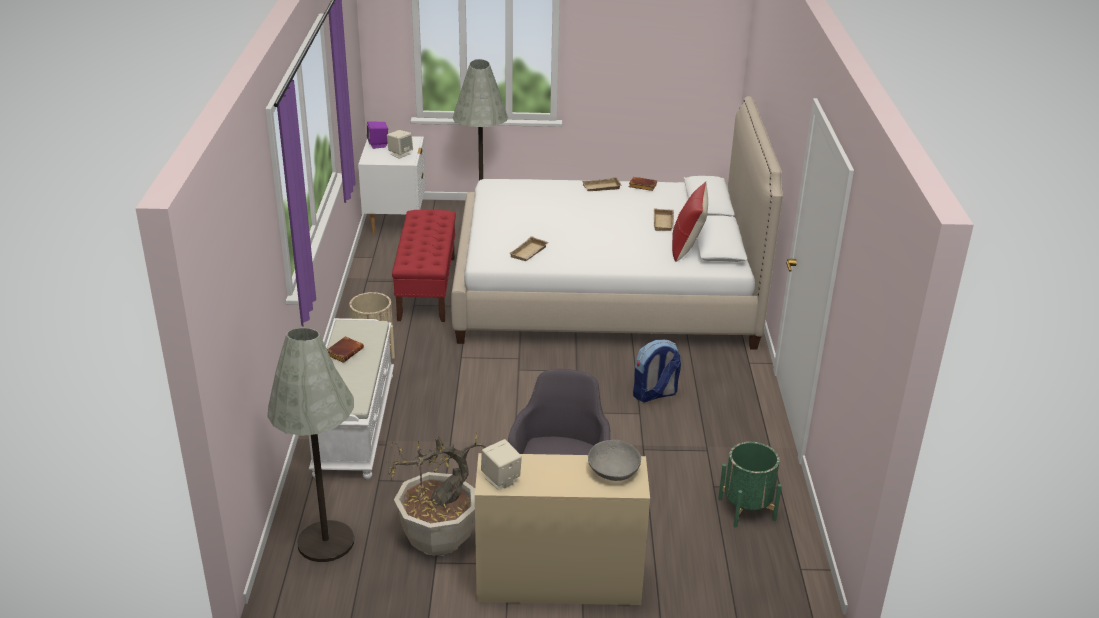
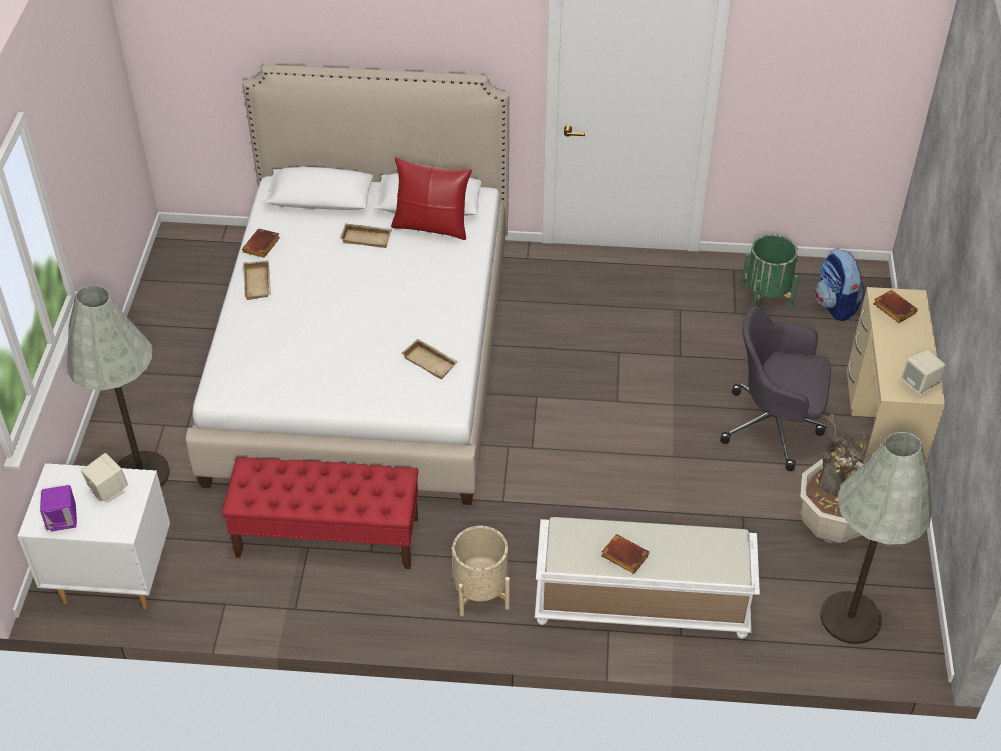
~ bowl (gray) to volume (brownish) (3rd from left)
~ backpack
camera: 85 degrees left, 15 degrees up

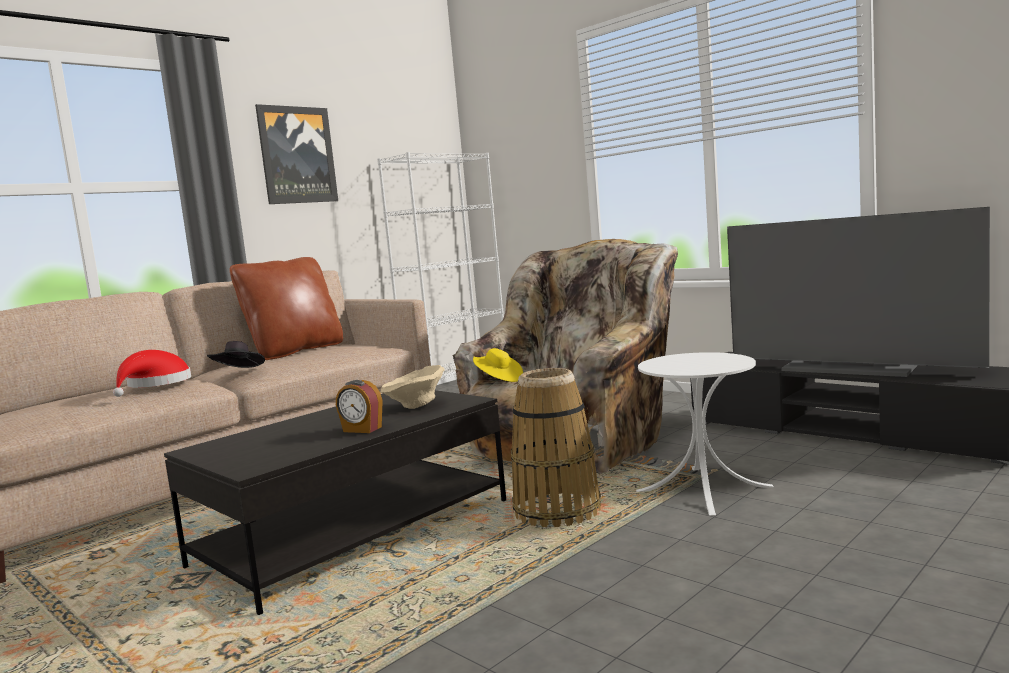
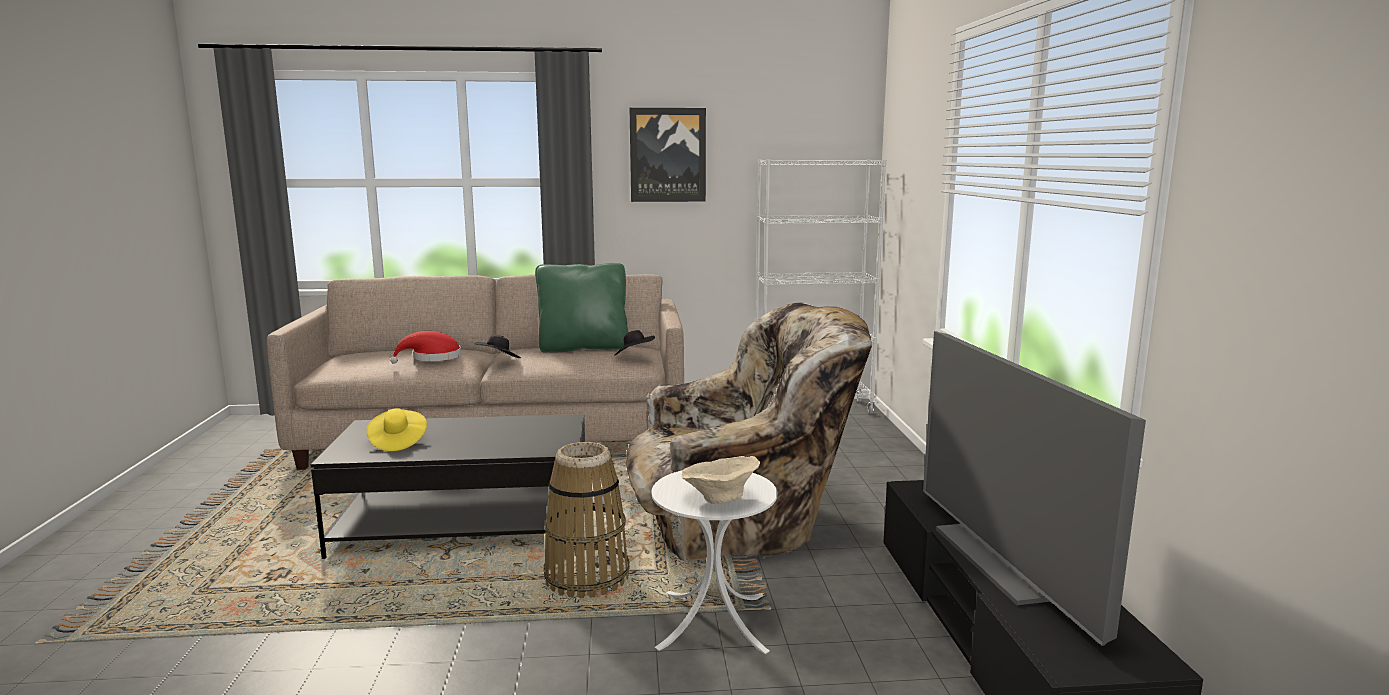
~ throw pillow (brownish) to throw pillow (greenish)
- alarm clock
~ bowl (beige-coloured)
~ hat (yellow)
+ hat (blackish) (2nd from left)
camera: 40 degrees right, 5 degrees up

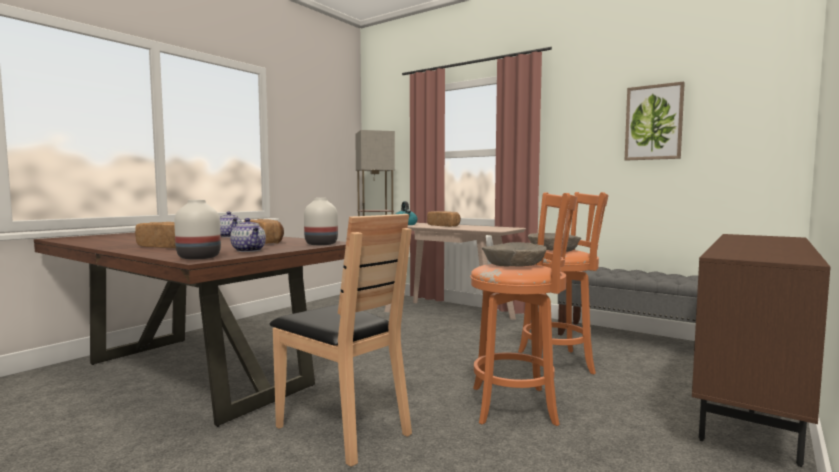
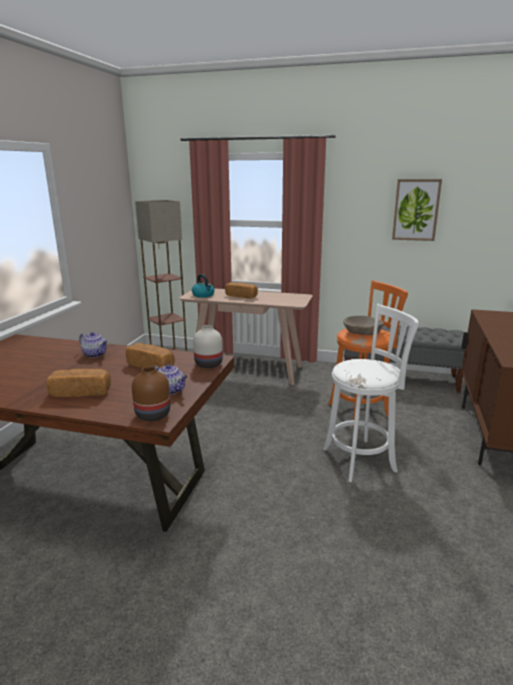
~ decorative vase (whitish) (1st from left) to decorative vase (brownish)
- plain chair (brownish)
~ sitting stool (orange-coloured) (1st from left) to sitting stool (whitish)
- bowl (beige-coloured) (1st from left)
camera: 20 degrees left, 15 degrees up

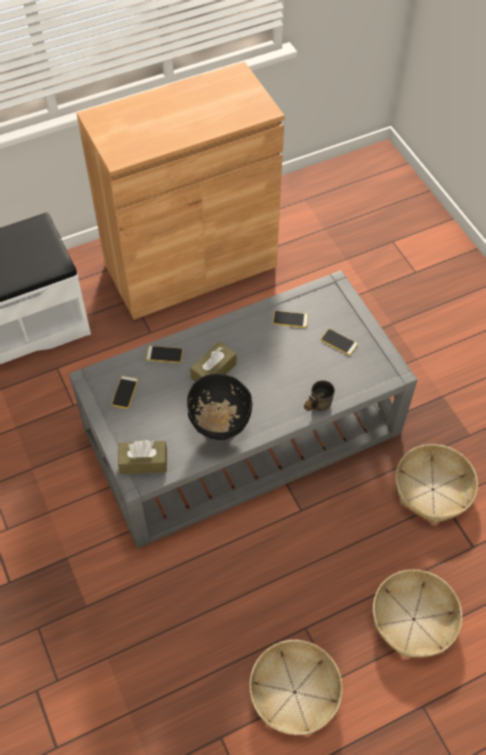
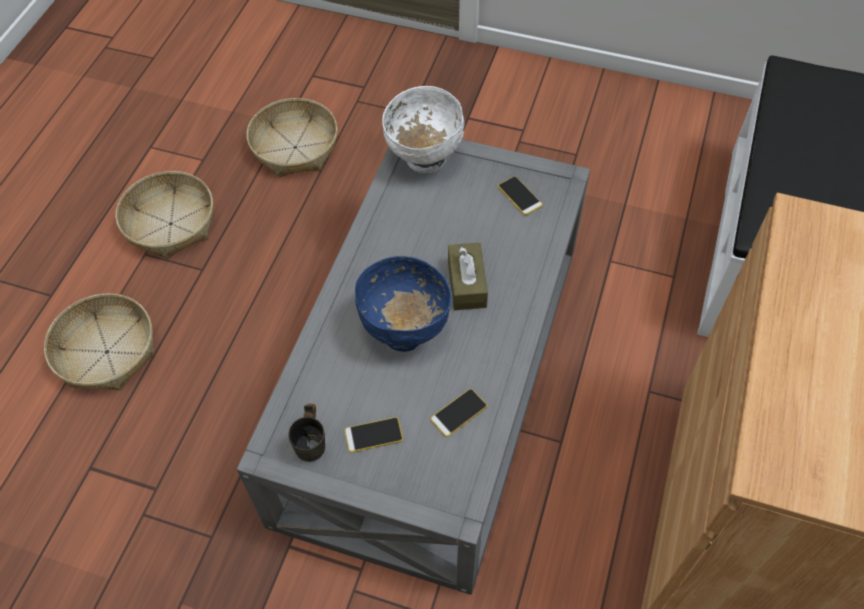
~ box of tissues (brownish) (1st from left) to bowl (whitish)
- telephone (2nd from left)
- bowl (blackish)
~ tea mug (gray)
~ household basket (3rd from left)
+ bowl (blue-coloured)
camera: 135 degrees right, 0 degrees up

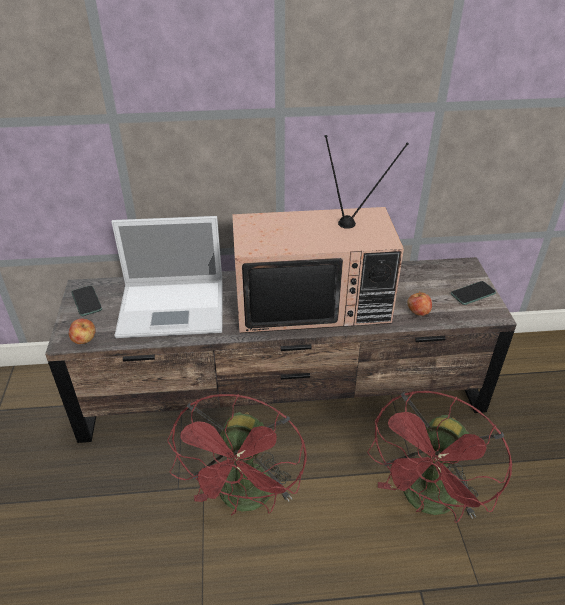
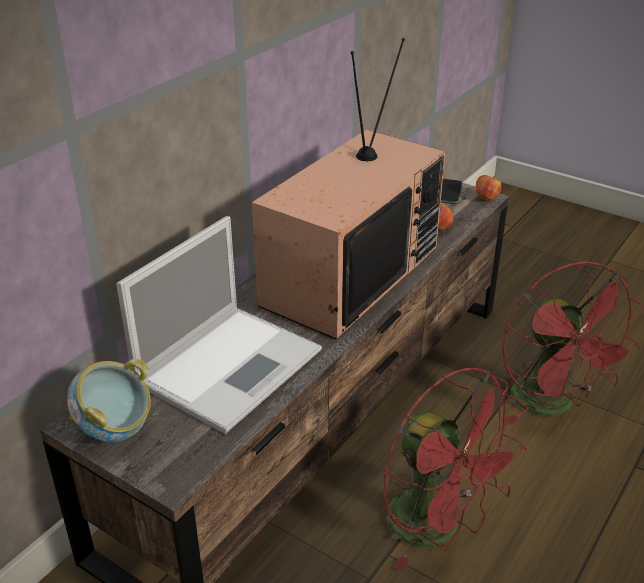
~ apple fruit (1st from left in the first image) to apple fruit (2nd from left)
~ telephone (1st from left) to bowl
camera: 50 degrees left, 5 degrees down

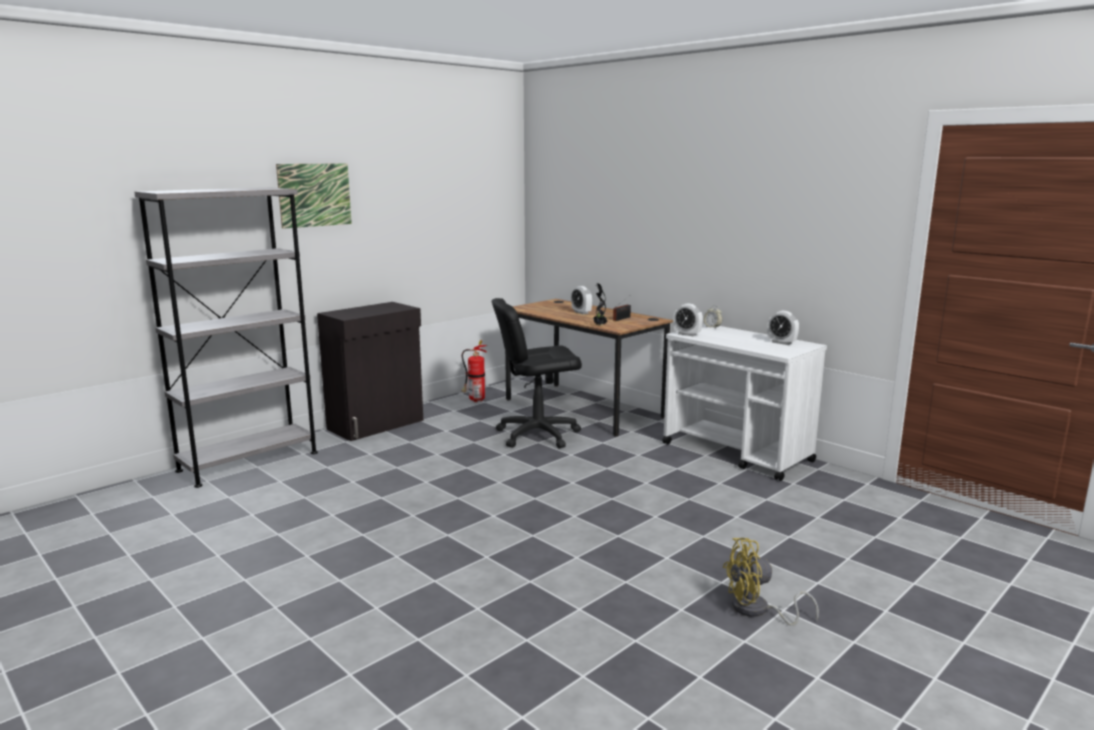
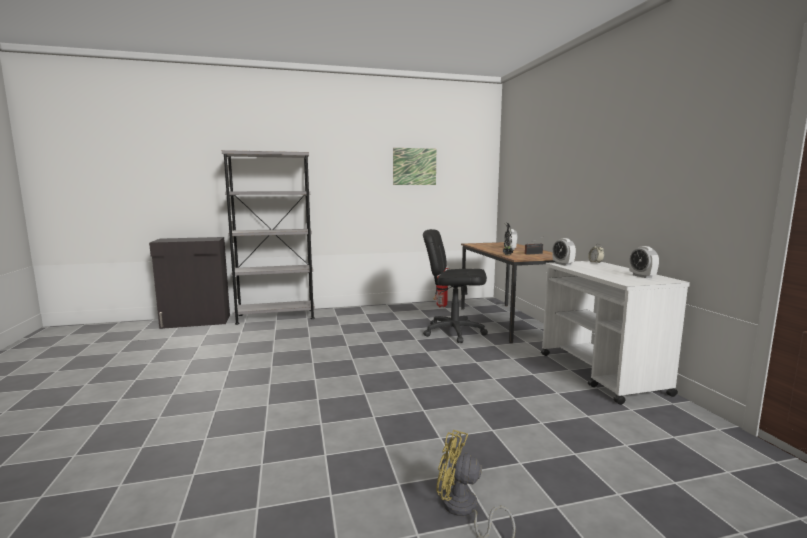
~ wall picture
~ storage cabinet (blackish)
camera: 30 degrees right, 5 degrees down

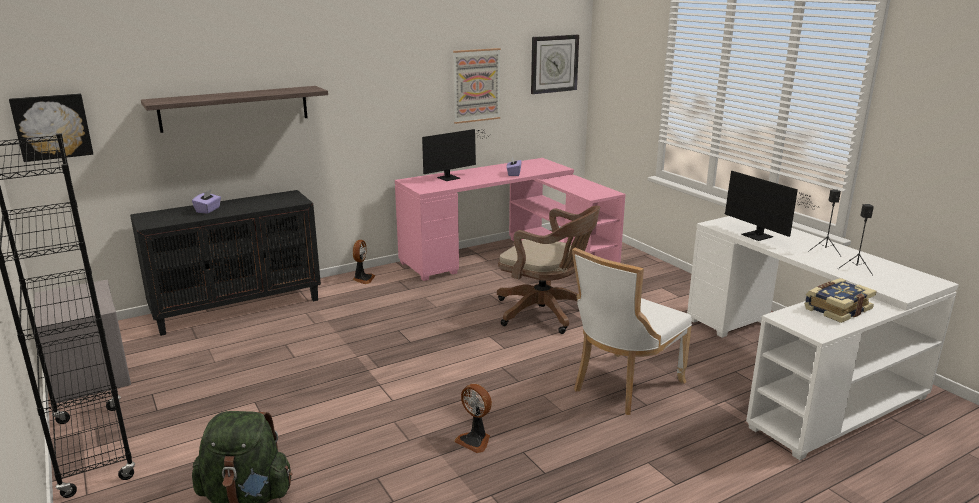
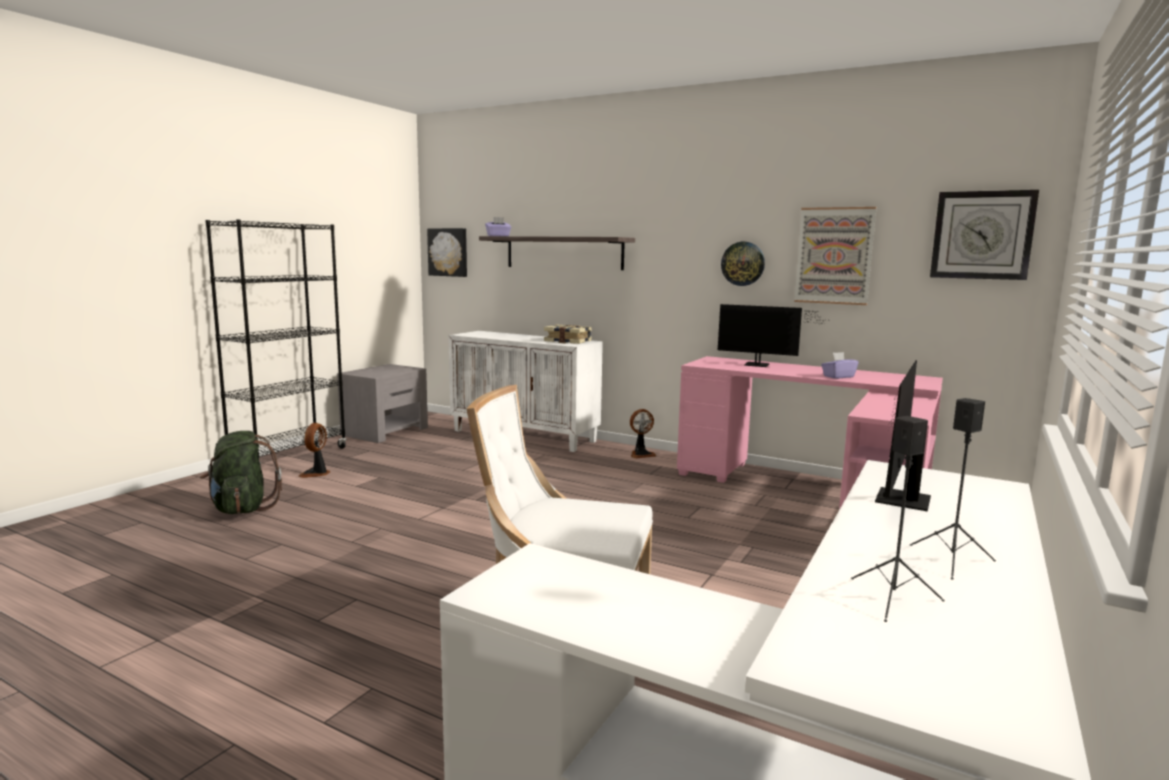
~ storage cabinet (blackish) to storage cabinet (whitish)
~ box of tissues (purple-coloured) (1st from left)
~ electric fan (2nd from left in the first image) to electric fan (1st from left)
- office chair (brownish)
~ volume
+ hanging clock (1st from left)
camera: 60 degrees right, 10 degrees down

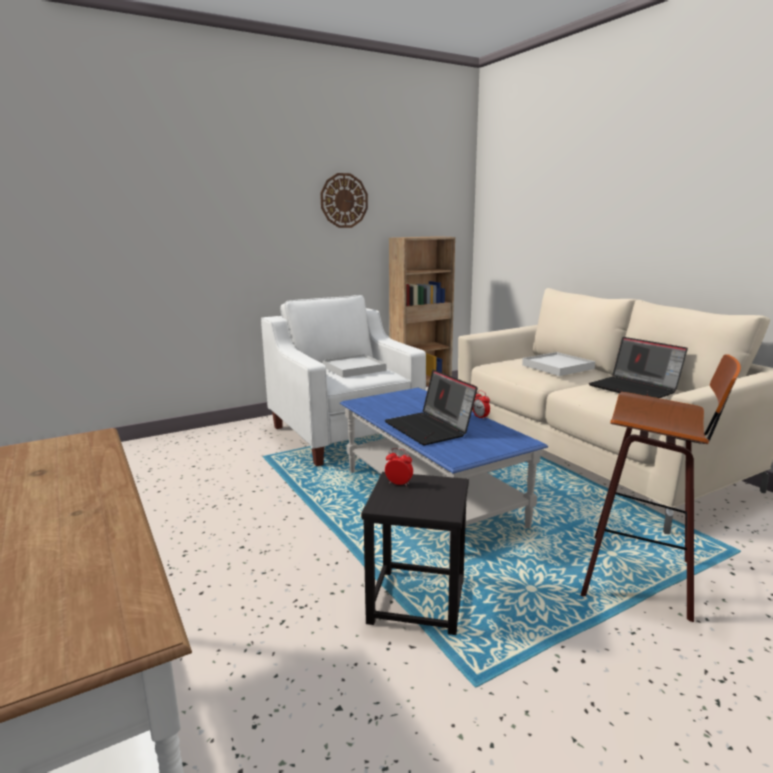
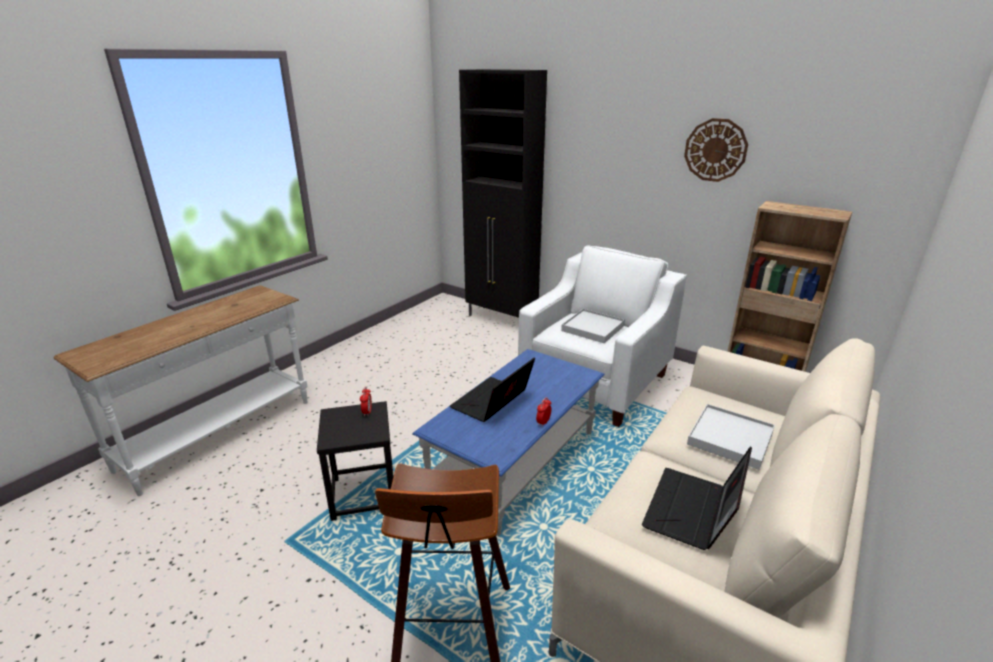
+ storage cabinet (blackish)
camera: 65 degrees right, 10 degrees up

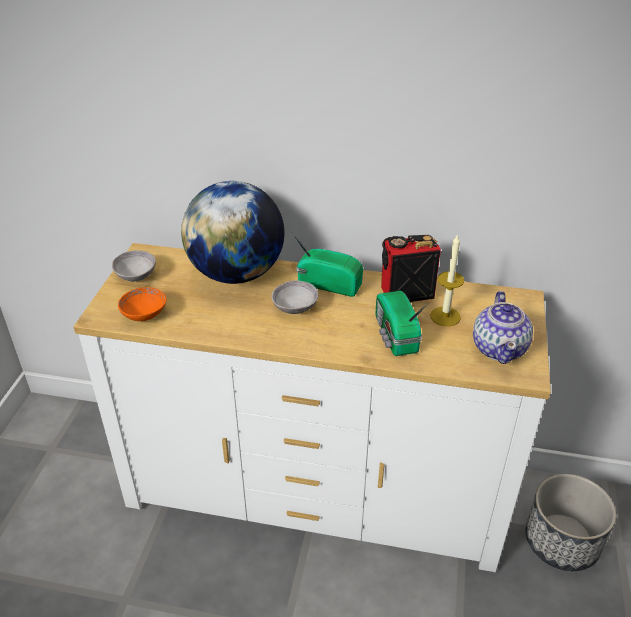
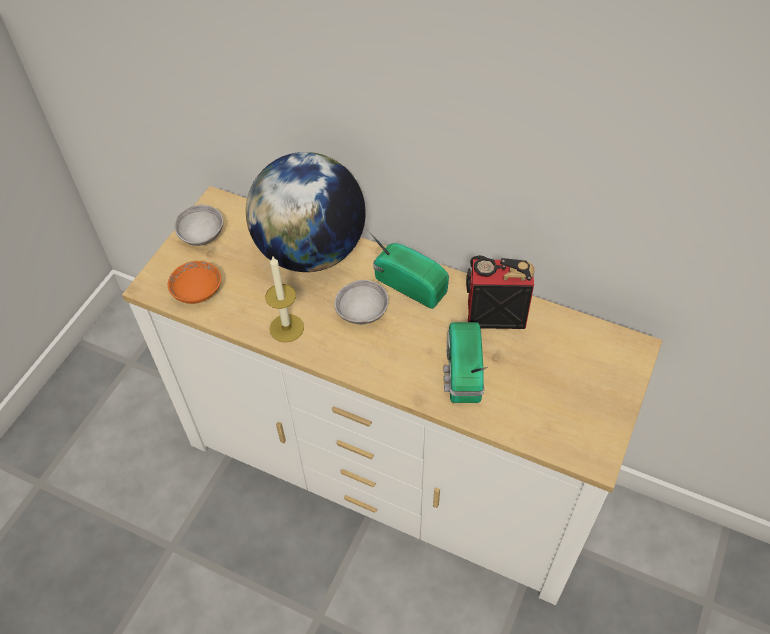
~ wax candle
- teapot
- plant pot
camera: 15 degrees right, 15 degrees up

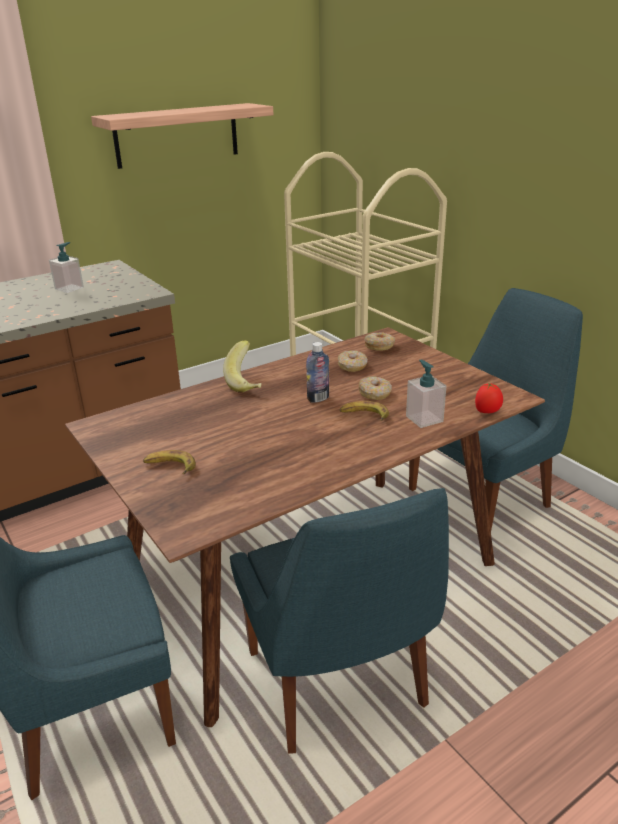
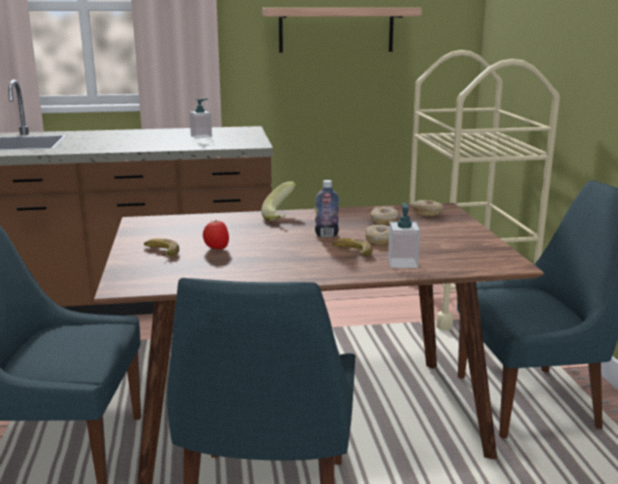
~ tomato
camera: 25 degrees right, 10 degrees down

